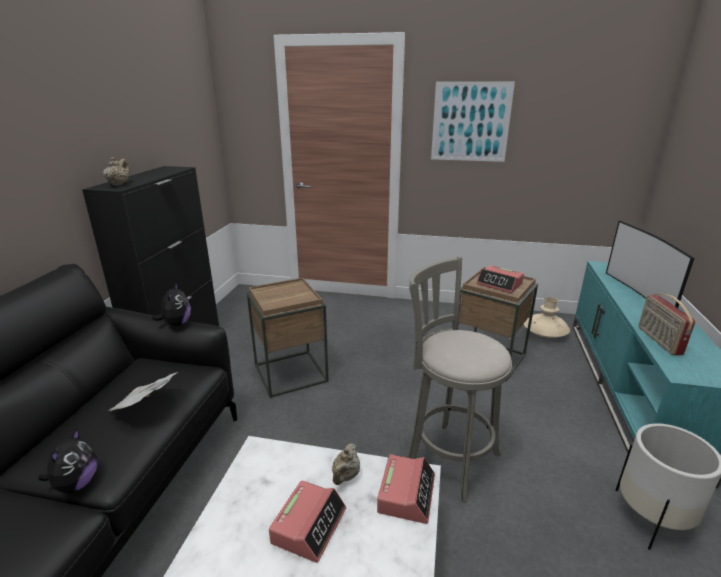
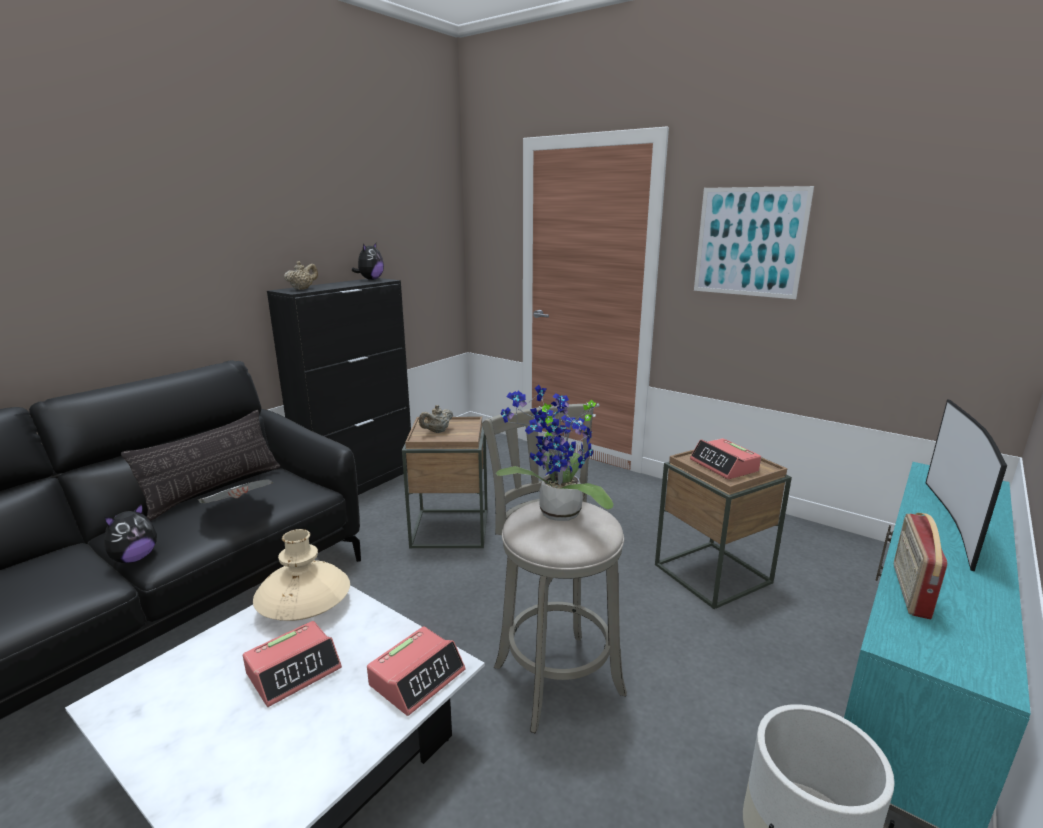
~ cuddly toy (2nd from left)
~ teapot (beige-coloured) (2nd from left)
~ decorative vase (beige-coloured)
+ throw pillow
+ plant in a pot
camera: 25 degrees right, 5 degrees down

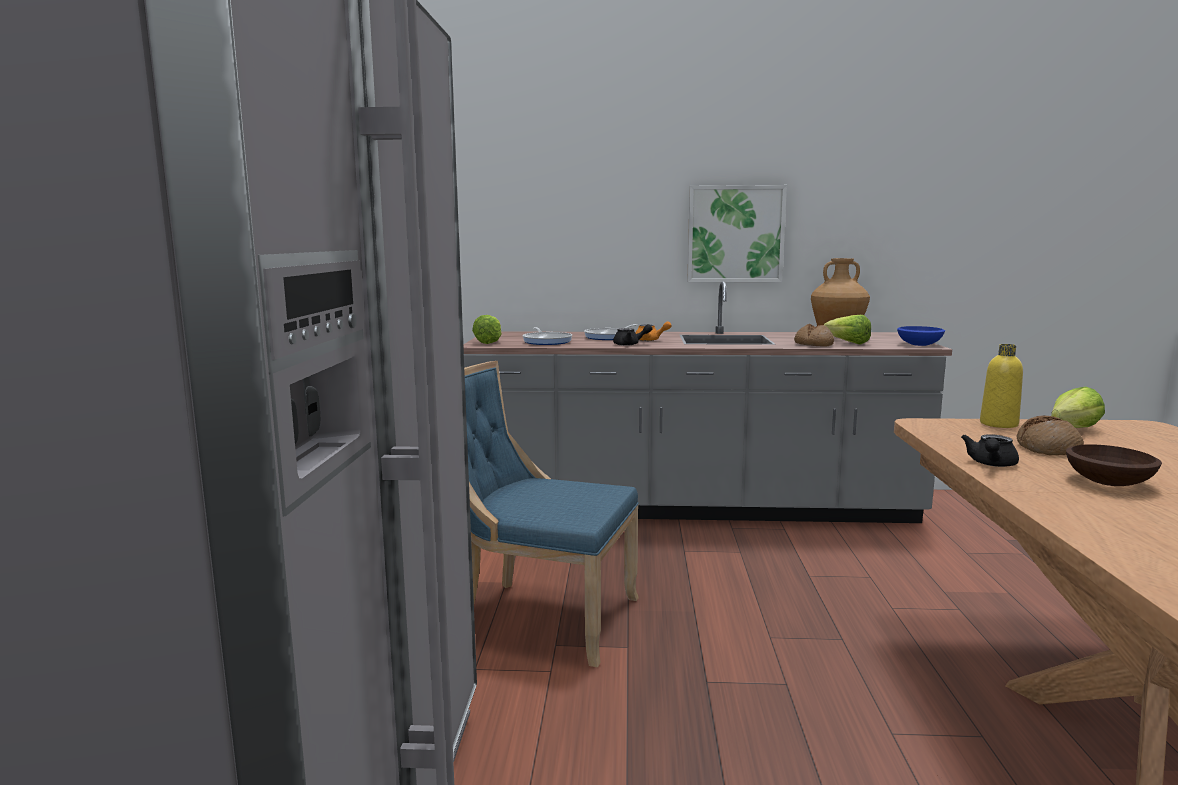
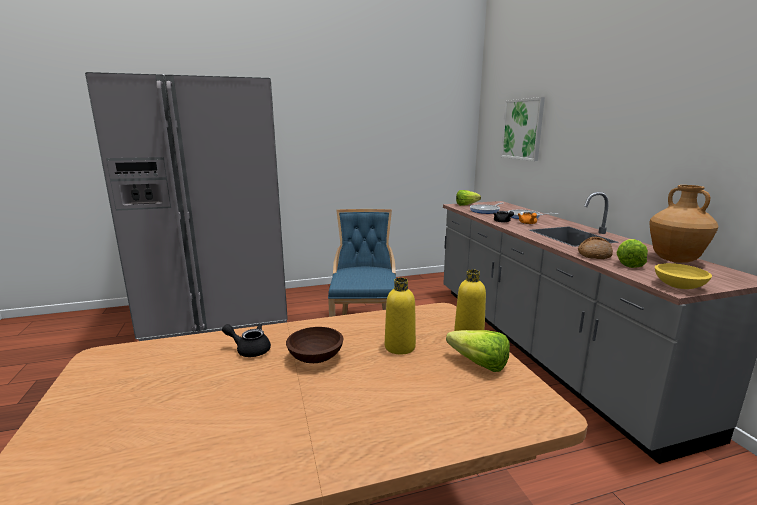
~ wall picture
~ bowl (blue-coloured) to bowl (yellow)
~ teapot (blackish) (2nd from left in the first image) to teapot (blackish) (1st from left)
~ bakery bread (2nd from left) to bottle (yellow) (1st from left)
camera: 70 degrees right, 5 degrees up

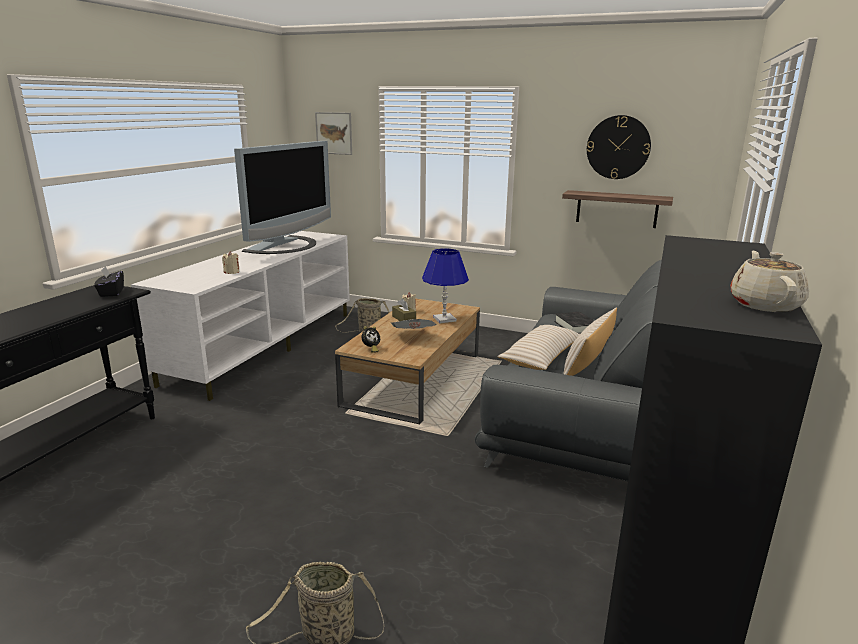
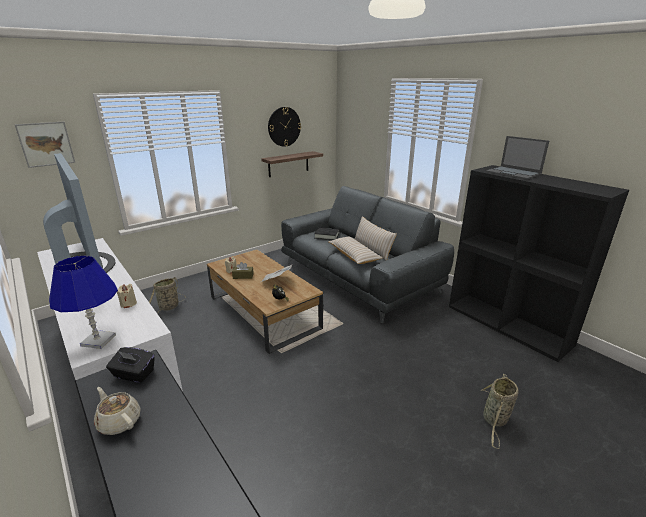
~ tabletop lamp (blue-coloured)
~ teapot (beige-coloured)
+ laptop
camera: 60 degrees left, 5 degrees up

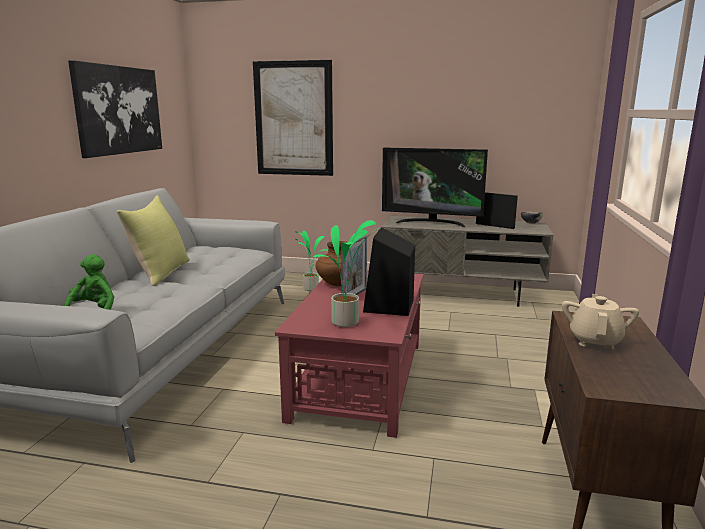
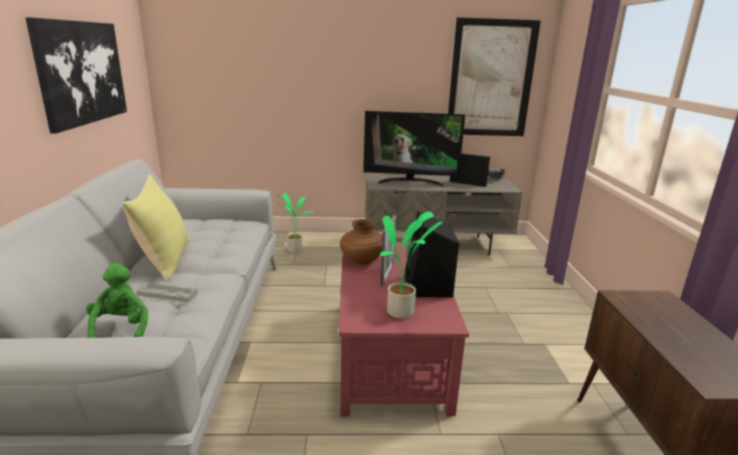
~ wall picture (2nd from left)
- teapot (beige-coloured)
+ carrying tray (gray)
camera: 15 degrees left, 5 degrees up

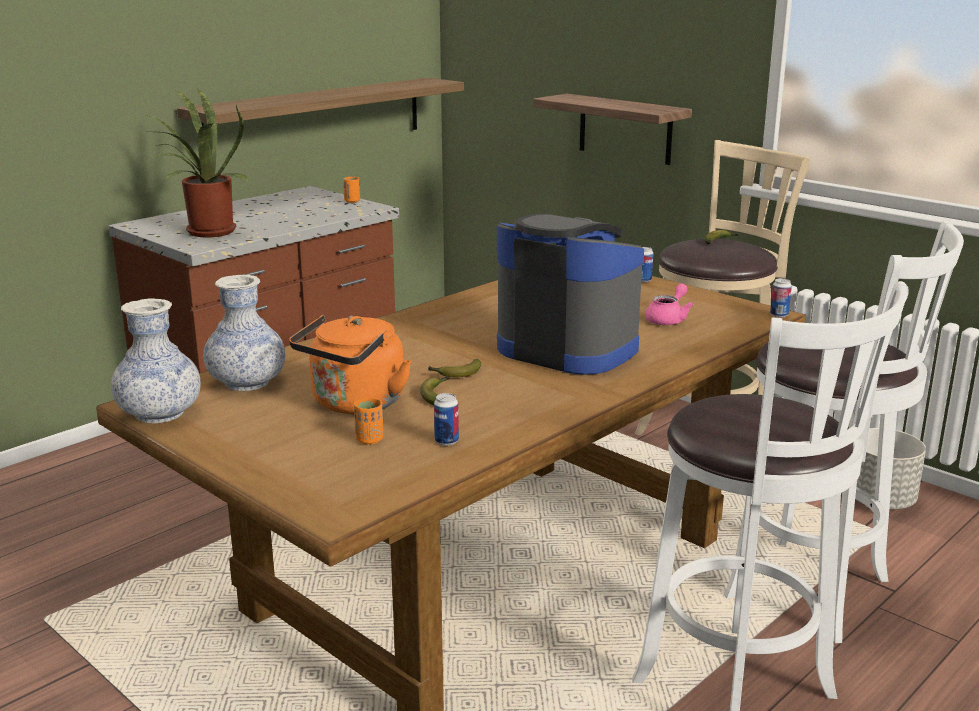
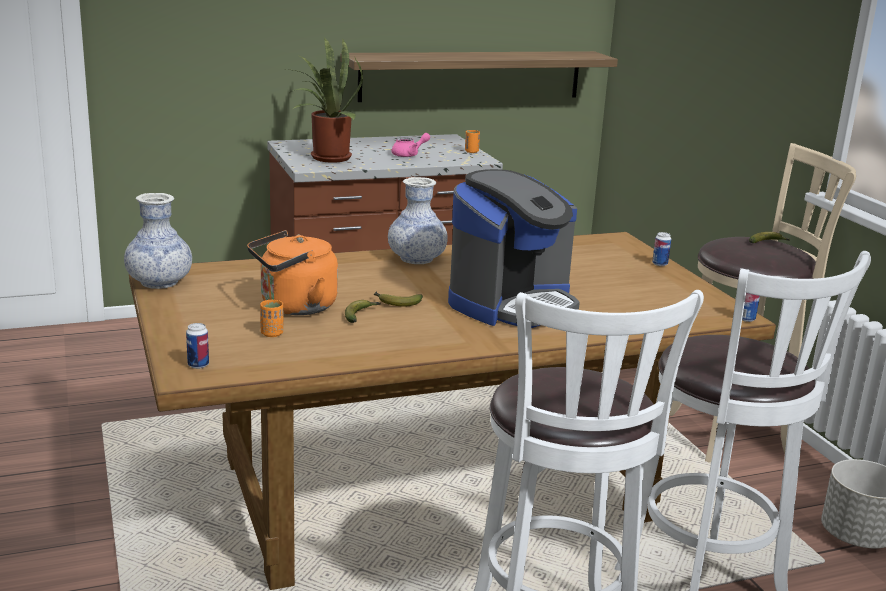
~ decorative vase (2nd from left)
~ metal can (1st from left)
~ coffee machine 75 degrees clockwise
- bracket shelf (2nd from left)
~ teapot (pink-coloured)
camera: 25 degrees right, 0 degrees up

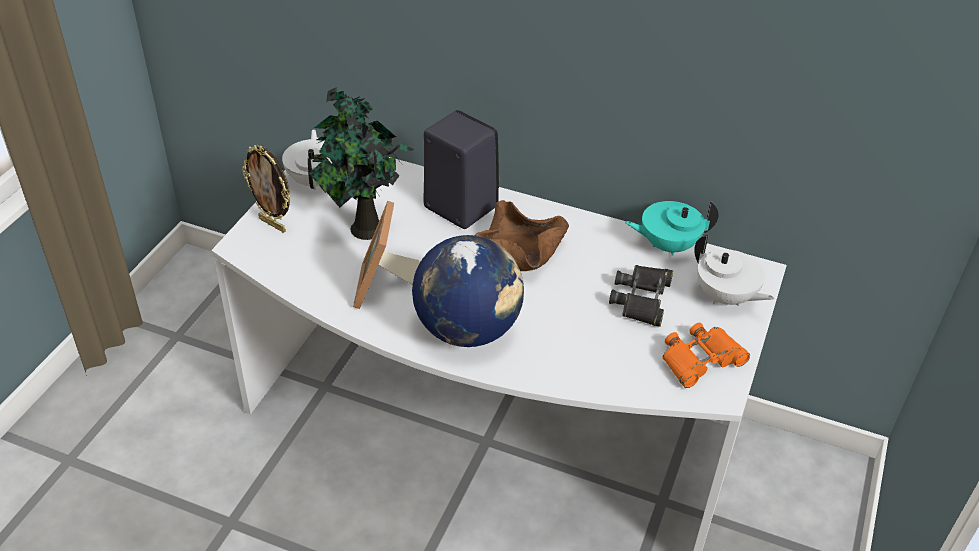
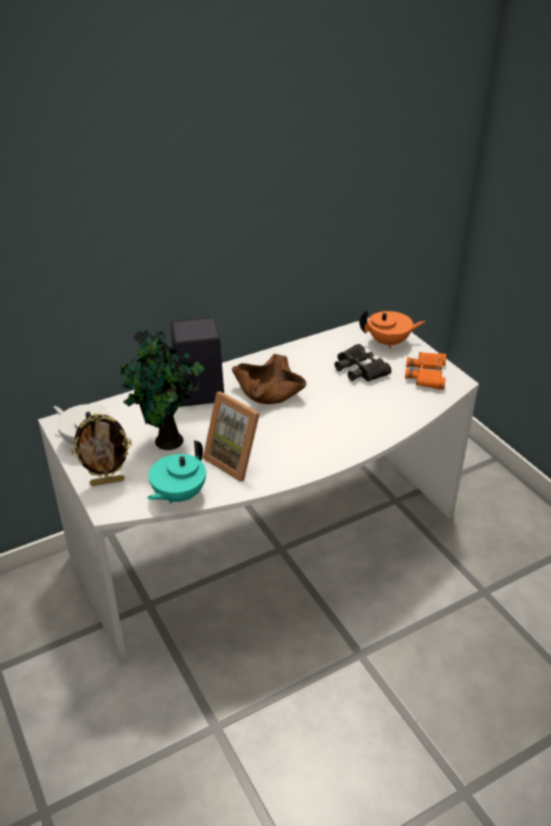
- desk globe
~ teapot (turquoise-coloured)
~ teapot (whitish) (2nd from left) to teapot (orange-coloured)
camera: 50 degrees left, 5 degrees down

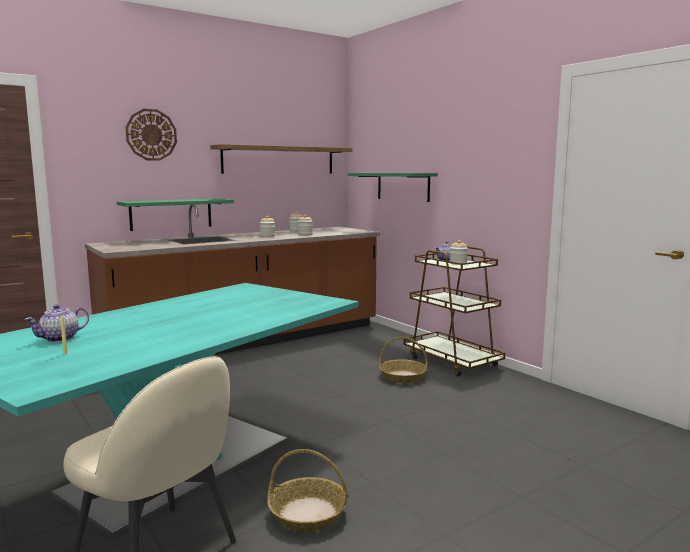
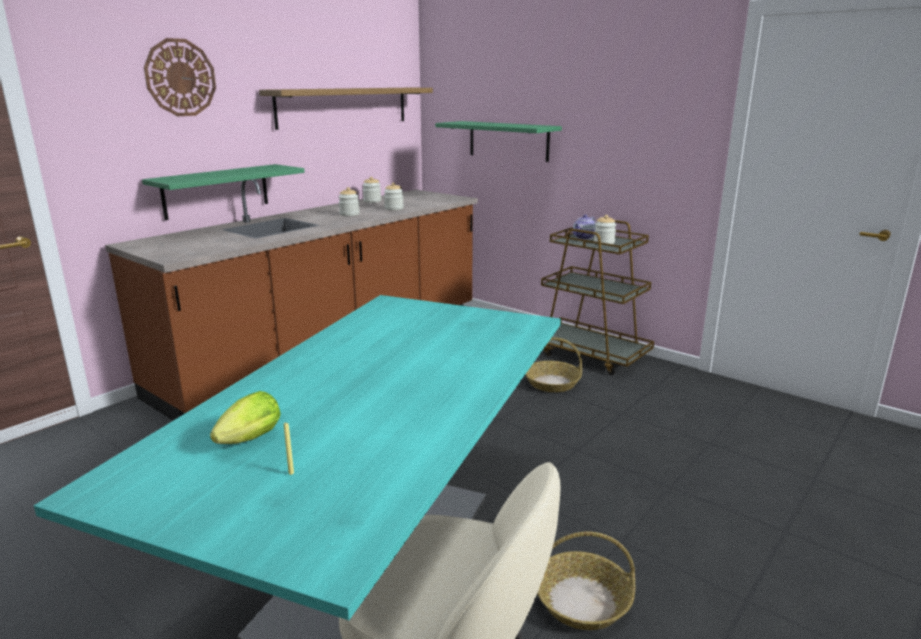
~ teapot (1st from left) to lettuce
camera: 15 degrees left, 10 degrees up

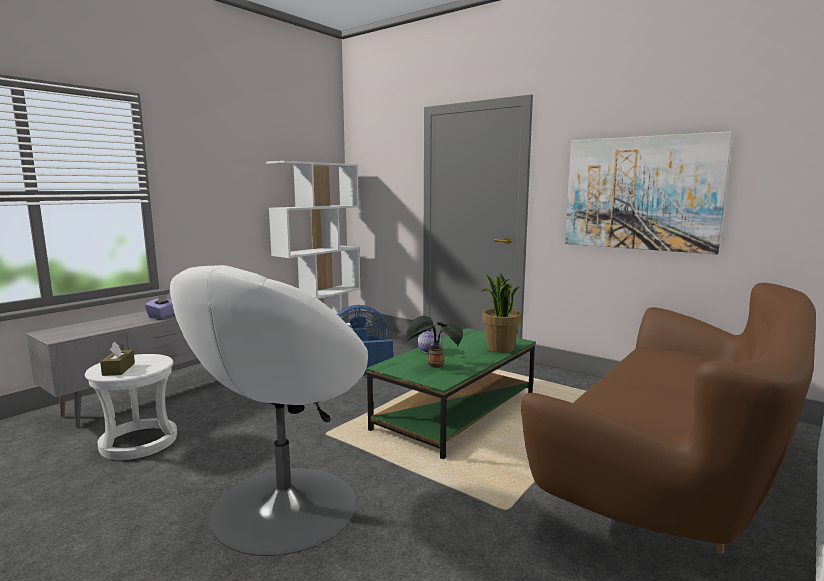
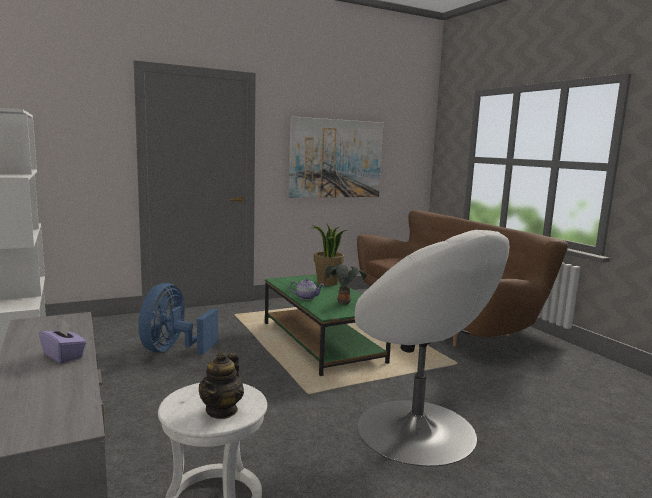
~ box of tissues (brownish) to teapot (1st from left)
camera: 65 degrees left, 0 degrees up

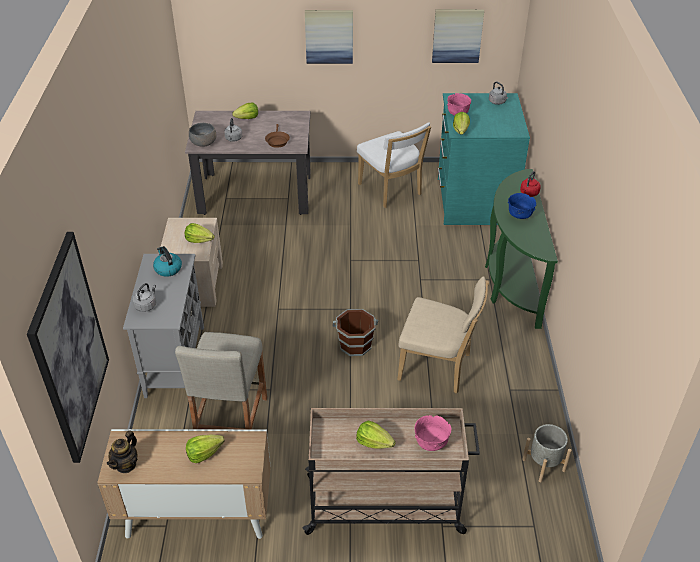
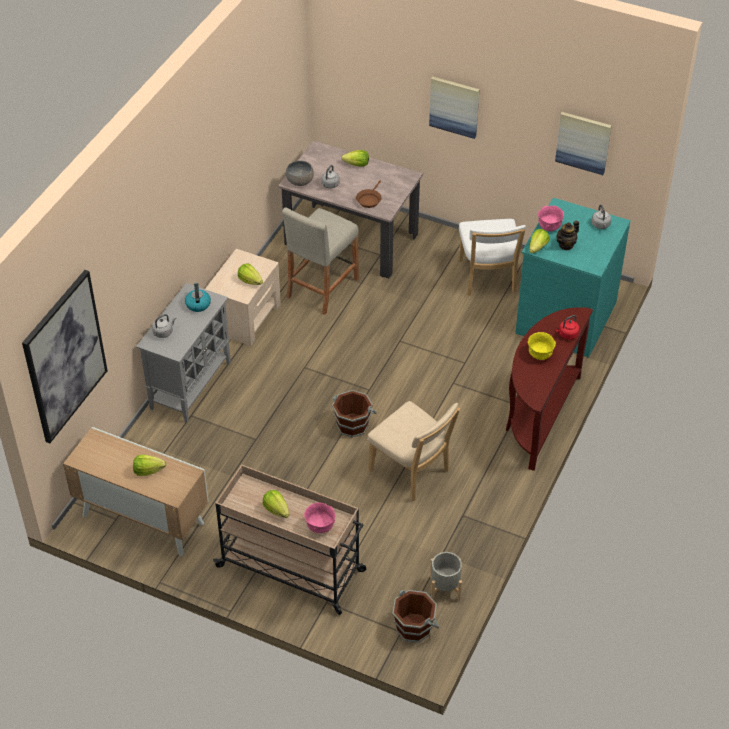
~ teapot
~ sitting stool (beige-coloured)
~ hall table (greenish) to hall table (brownish)
~ bowl (blue-coloured) to bowl (yellow)
+ pail (brownish) (2nd from left)
camera: 25 degrees right, 5 degrees up

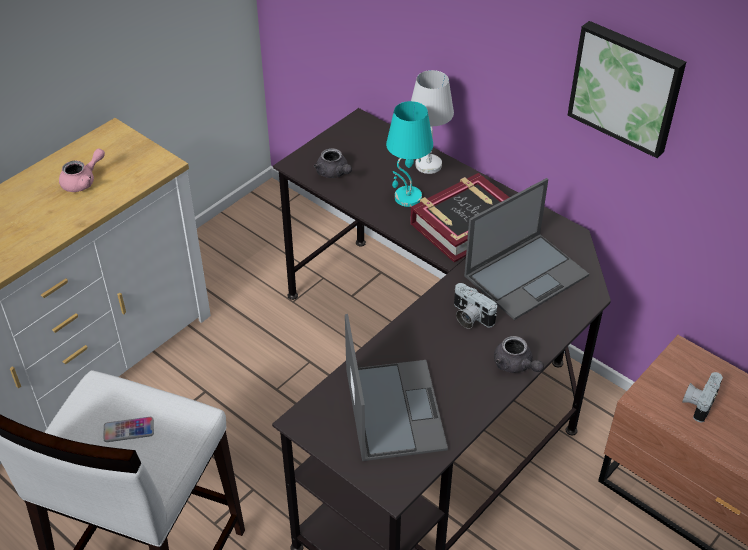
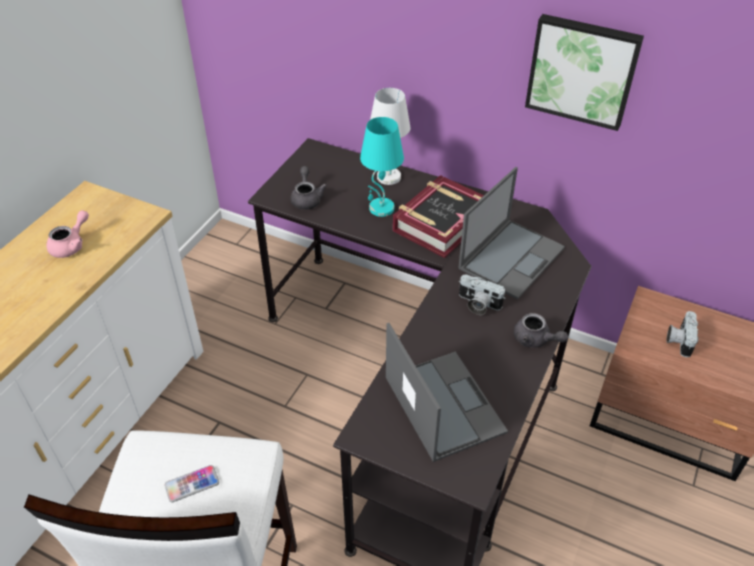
~ teapot (gray) (1st from left) 135 degrees counterclockwise
camera: 15 degrees left, 0 degrees up

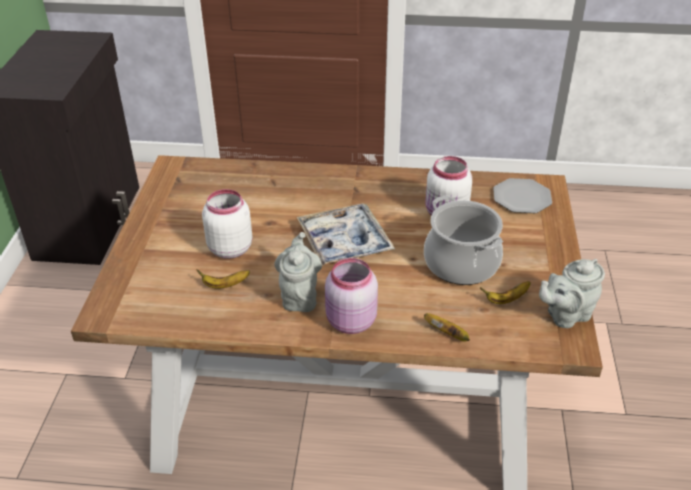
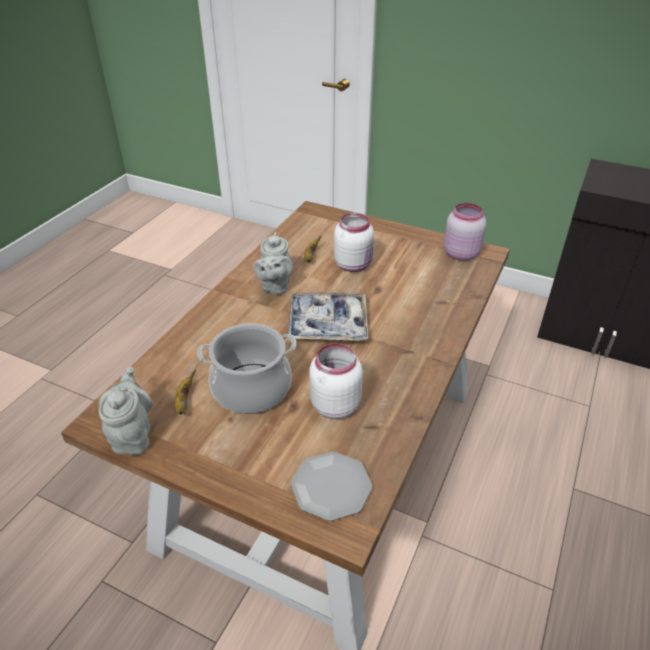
~ teapot (gray) (1st from left in the first image) 75 degrees clockwise
~ jar (pink-coloured)
- banana (2nd from left)
camera: 110 degrees right, 0 degrees up

